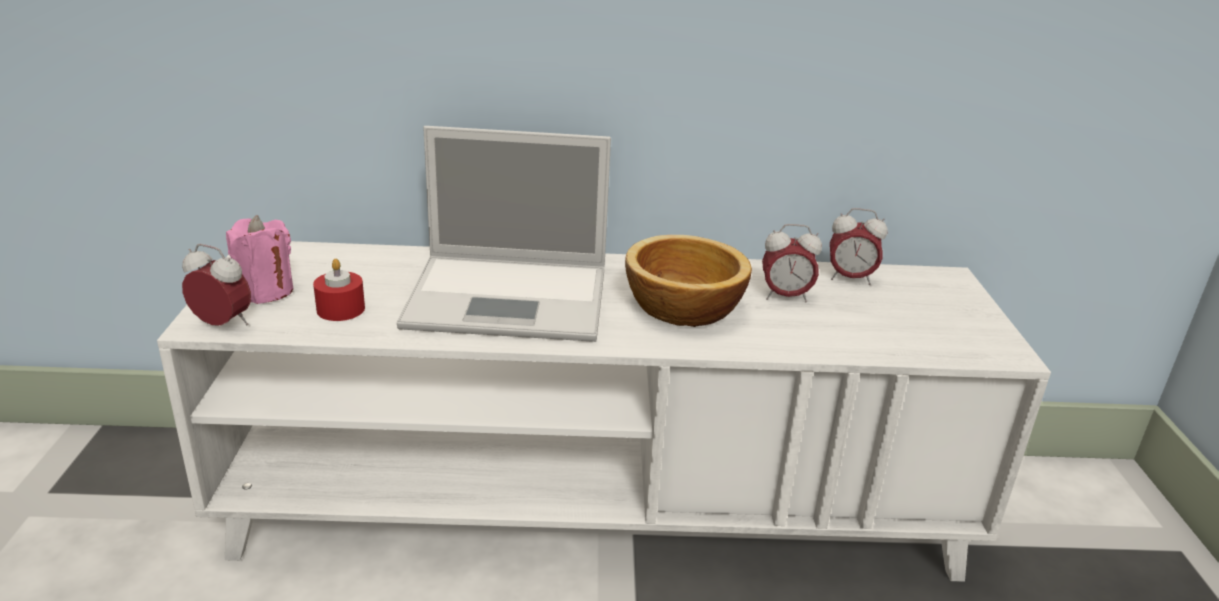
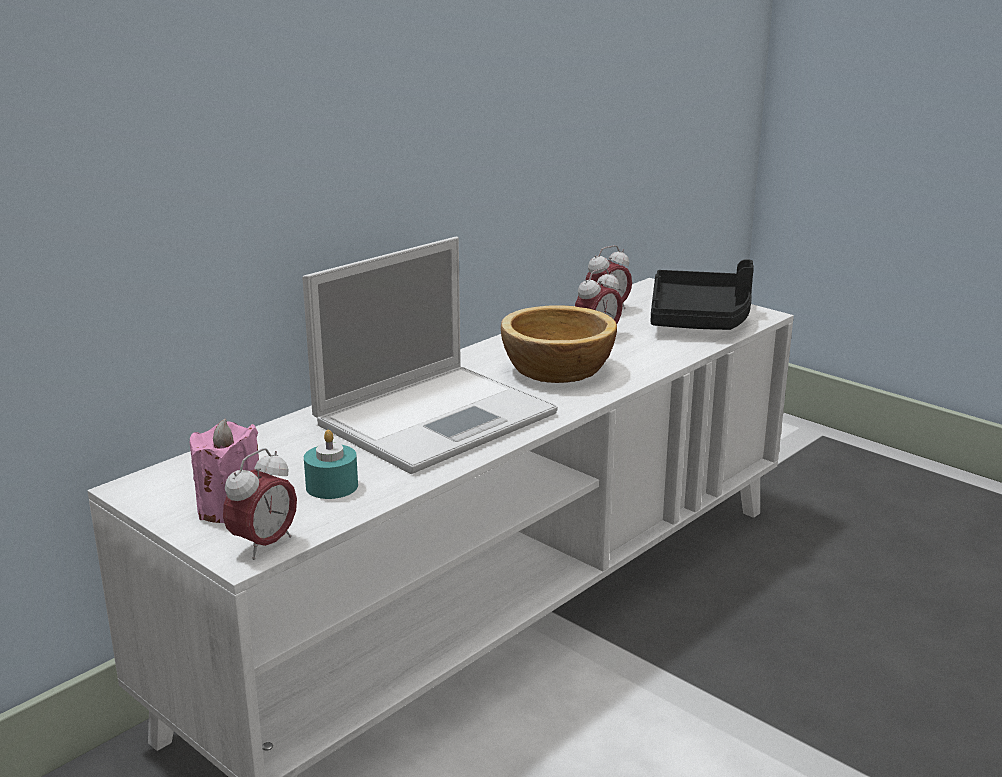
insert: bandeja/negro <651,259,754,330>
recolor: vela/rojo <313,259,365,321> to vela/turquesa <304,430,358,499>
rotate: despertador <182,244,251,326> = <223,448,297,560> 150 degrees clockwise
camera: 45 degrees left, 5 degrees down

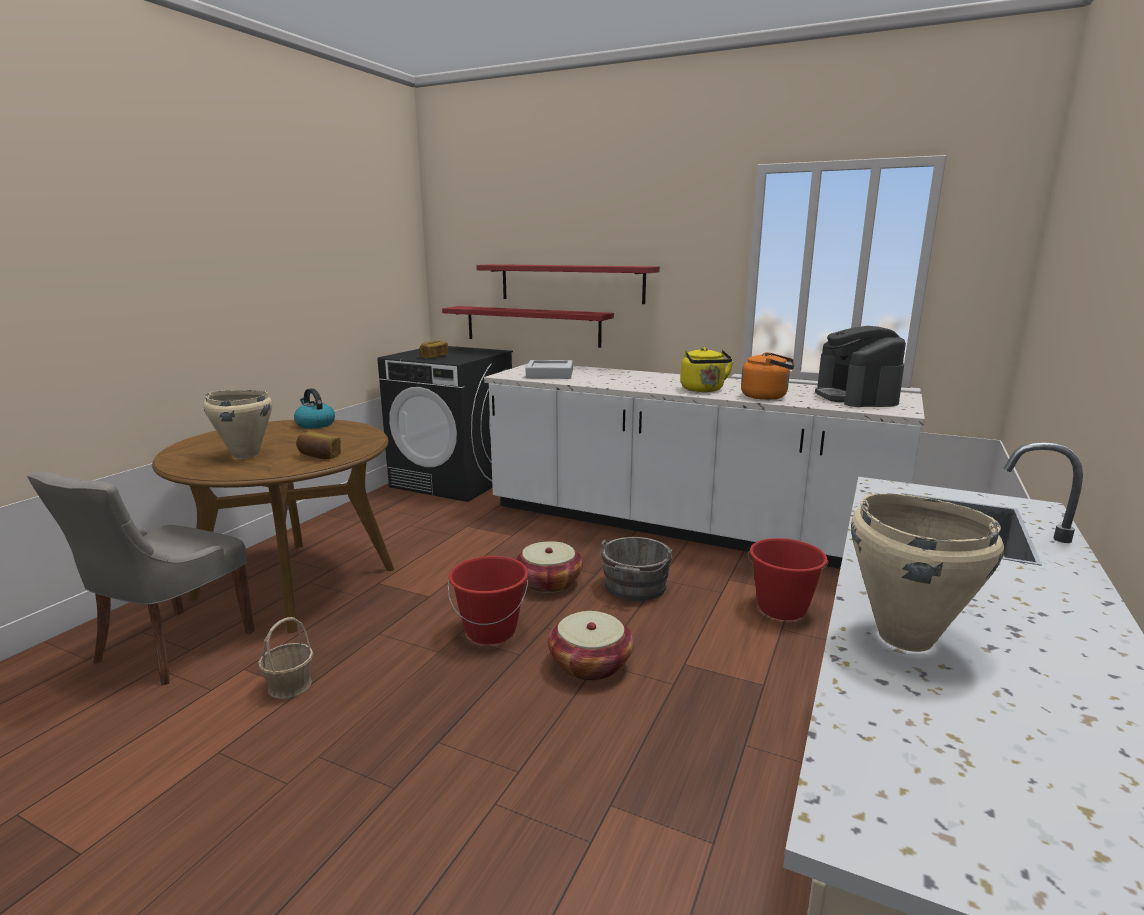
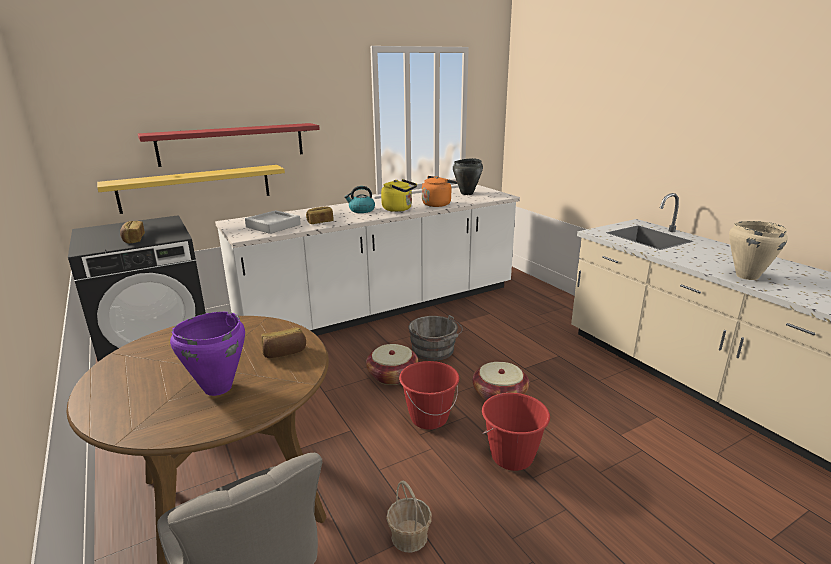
insert: pan <306,207,334,224>
move: hervidor <294,388,335,429> to <344,186,375,213>; cubo/rojo <748,538,829,620> to <482,393,550,471>
replace: cafetera <815,326,906,407> to olla/negro <453,158,483,195>
recolor: olla/beis <203,390,272,459> to olla/morado <170,312,245,396>; estante/rojo <442,306,614,348> to estante/amarillo <97,165,285,214>
camera: 55 degrees left, 5 degrees up

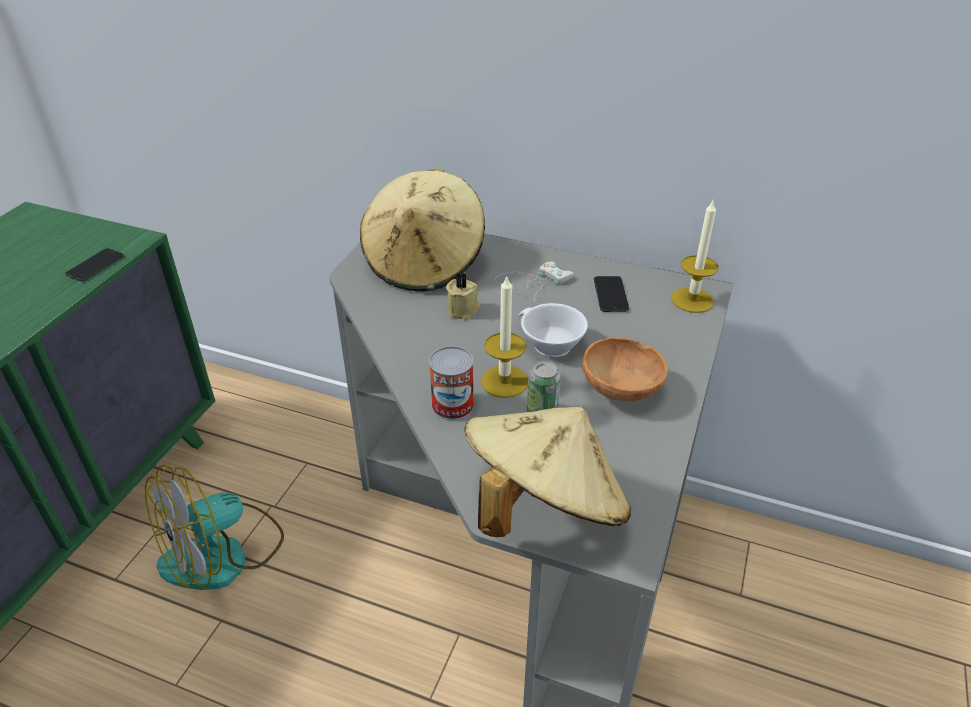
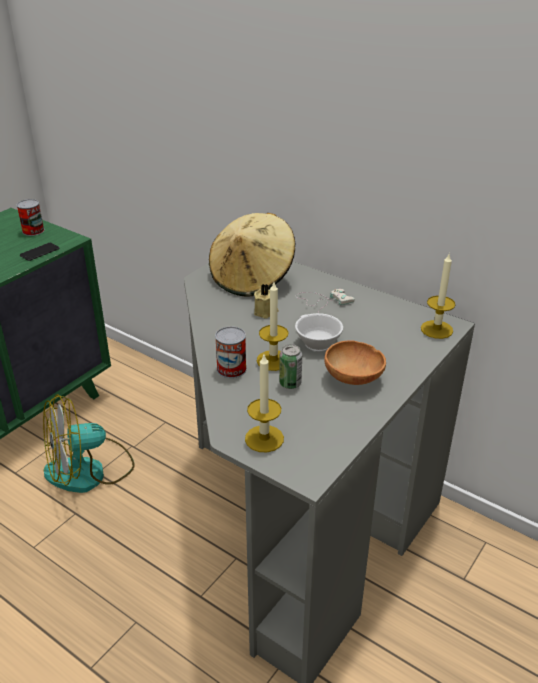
delete: móvil <594,276,629,312>
insert: lata <17,199,45,236>
replace: sombrero/beis <464,406,631,537> to vela <245,355,284,452>
camera: 15 degrees right, 5 degrees down

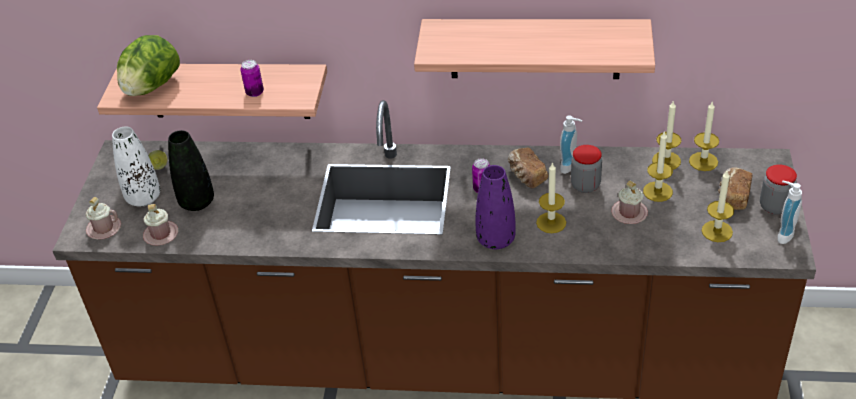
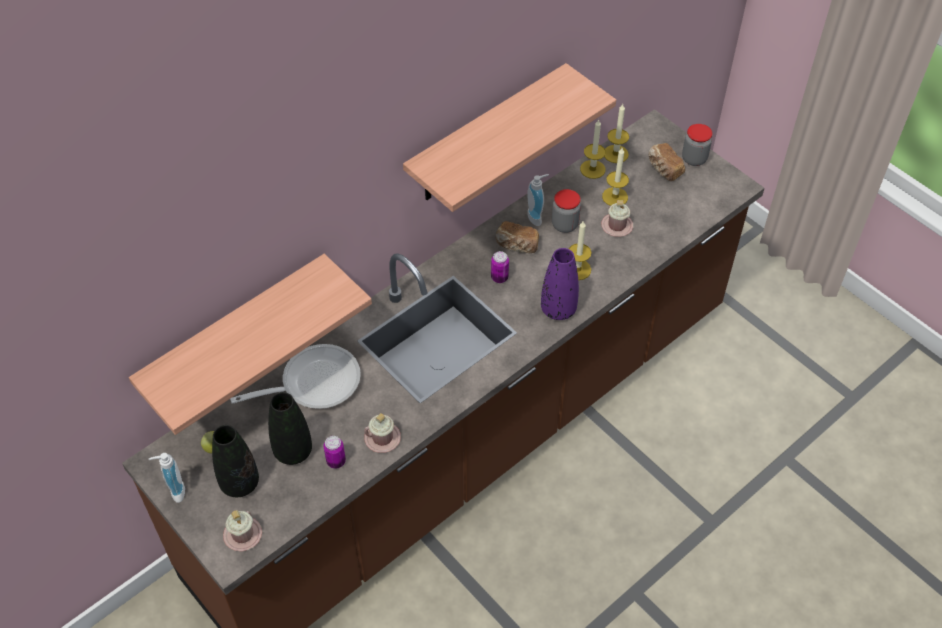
delete: lechuga <117,35,180,96>; vela <702,171,734,242>
insert: sartén <230,344,361,409>
move: taza grande/rosa <143,204,178,246> to <364,413,401,453>; lata <241,60,264,97> to <324,436,346,469>; dispensador de jabón <778,181,802,244> to <149,453,185,503>
recolor: florero/blanco <112,126,160,207> to florero/negro <212,425,259,497>
camera: 50 degrees left, 10 degrees up

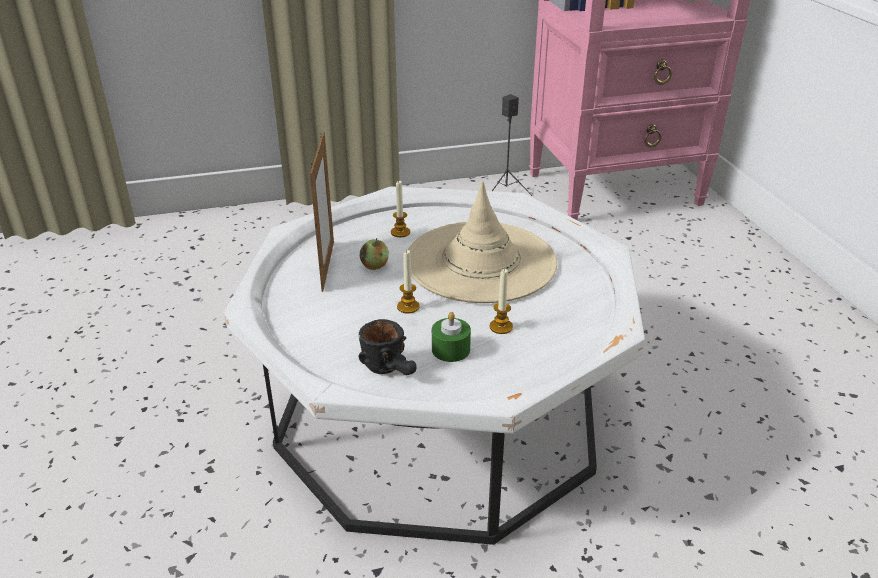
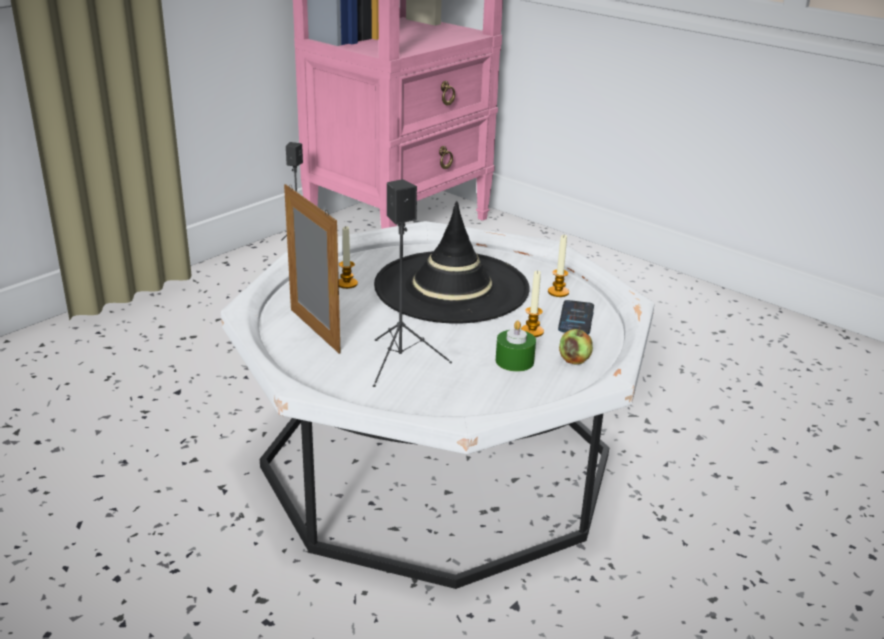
delete: taza grande/negro <359,319,417,375>
insert: altavoz/negro <373,179,452,387>; móvil <558,300,594,335>
move: manzana <360,238,389,270> to <559,327,593,365>; vela <397,250,420,314> to <548,235,569,297>
recolor: sombrero/beis <408,181,557,303> to sombrero/negro <374,201,529,324>
camera: 35 degrees left, 5 degrees down

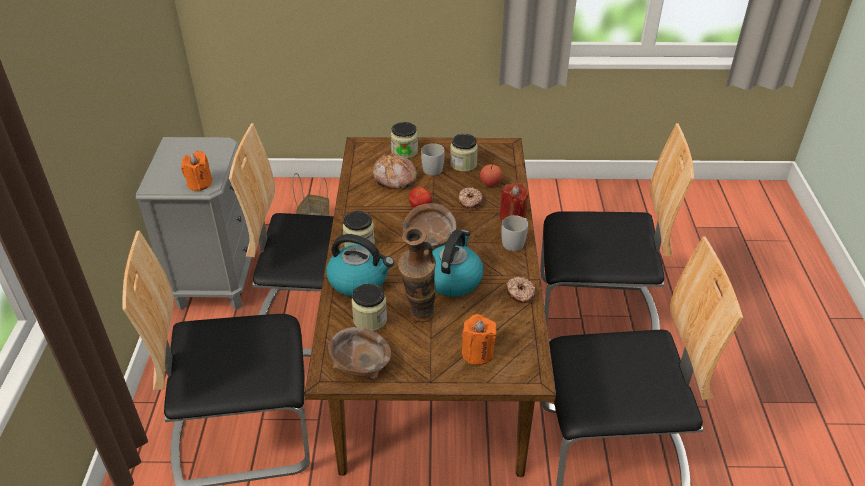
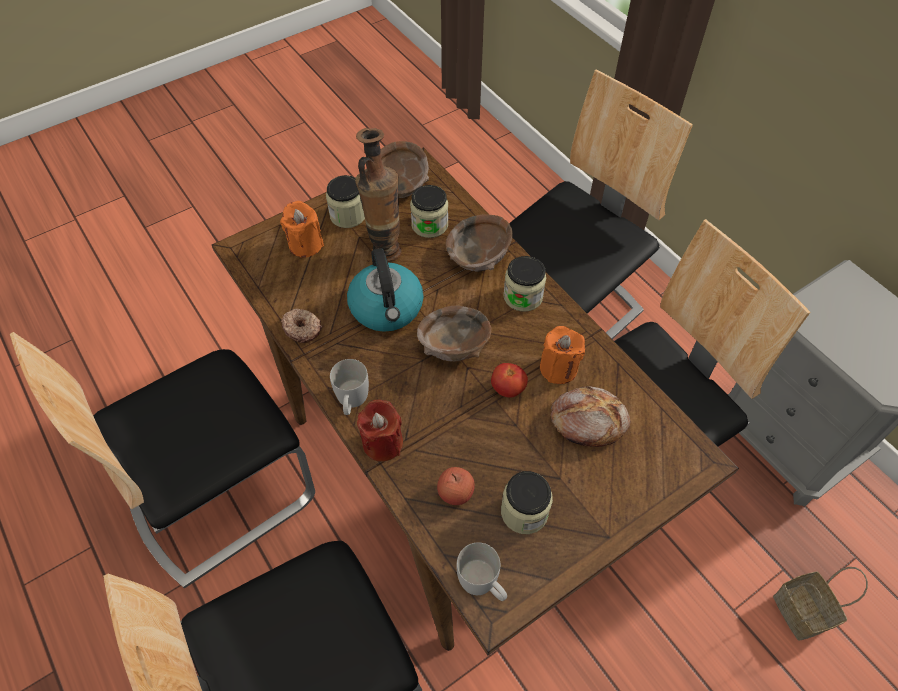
delete: rosquilla <459,187,483,210>
move: vela/naranja <181,151,213,191> to <540,326,585,384>; tarro <391,122,418,159> to <326,175,365,228>; taza grande/blanco <421,143,445,175> to <457,542,507,601>
replace: hervidor <327,234,394,297> to cuenco/marrón <446,215,513,272>
camera: 145 degrees right, 15 degrees up

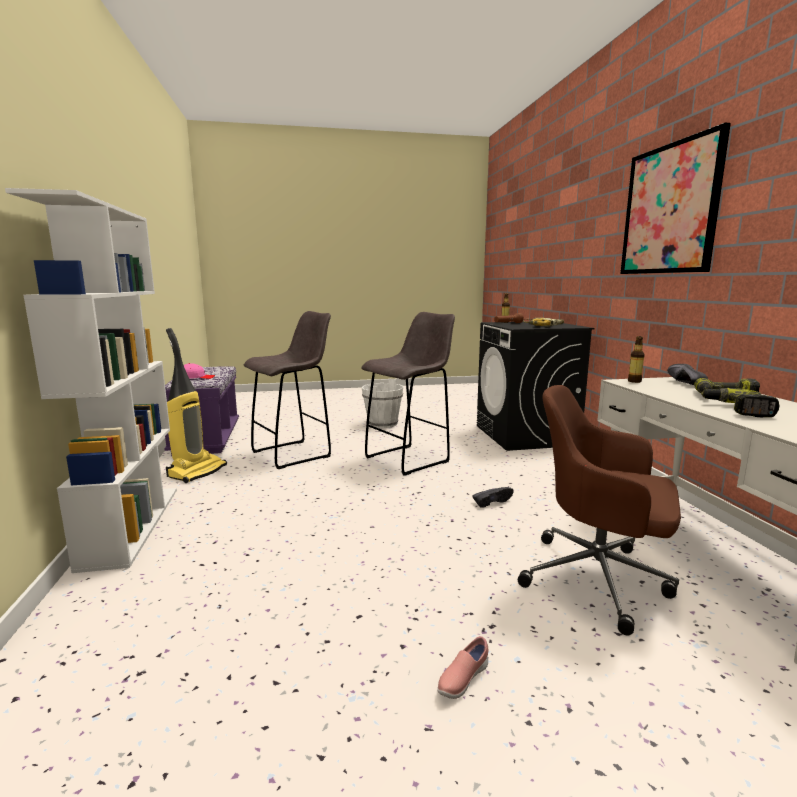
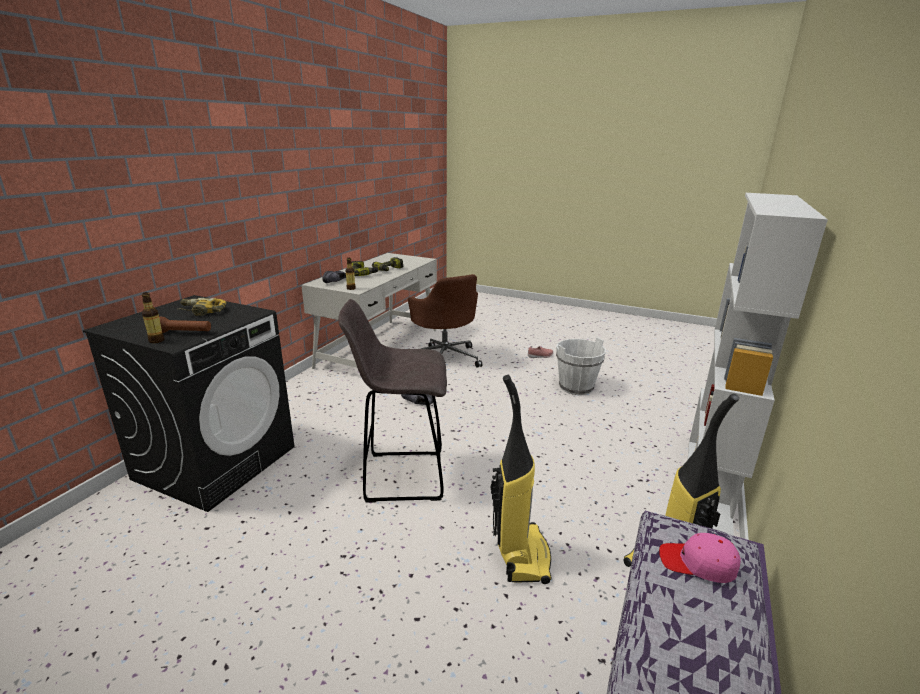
delete: cuadro <620,123,731,274>
move: cubo/blanco <361,378,404,428> to <556,337,606,395>
replace: taburete/gris <243,311,331,469> to aspiradora <490,375,552,584>
camera: 145 degrees left, 10 degrees up

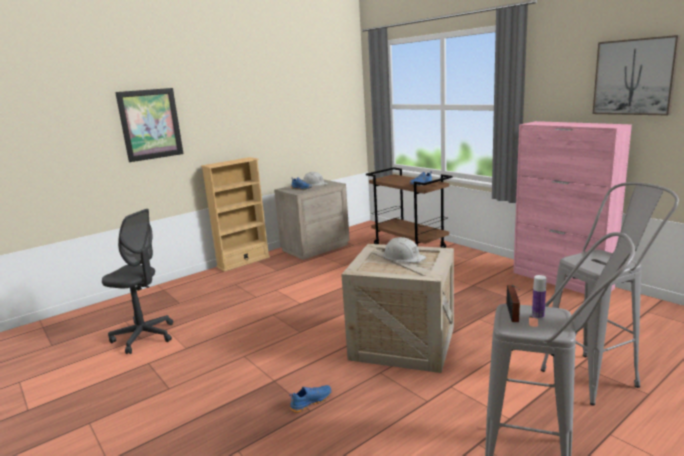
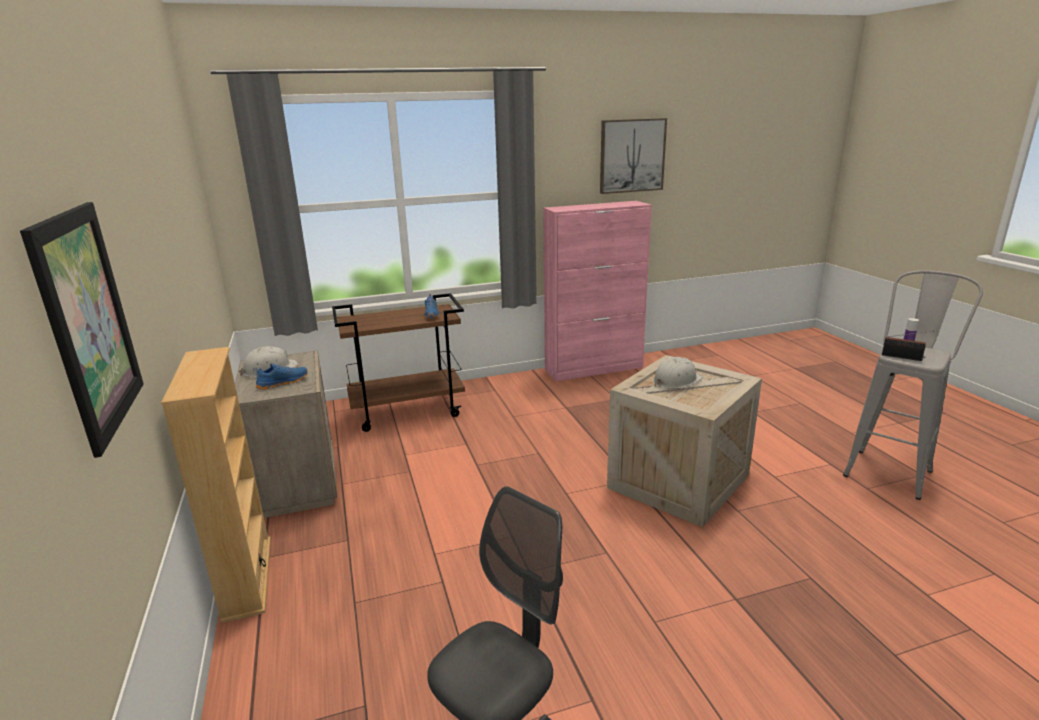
delete: zapato/azul <289,385,332,413>; taburete/gris <541,182,679,406>
camera: 70 degrees left, 5 degrees up

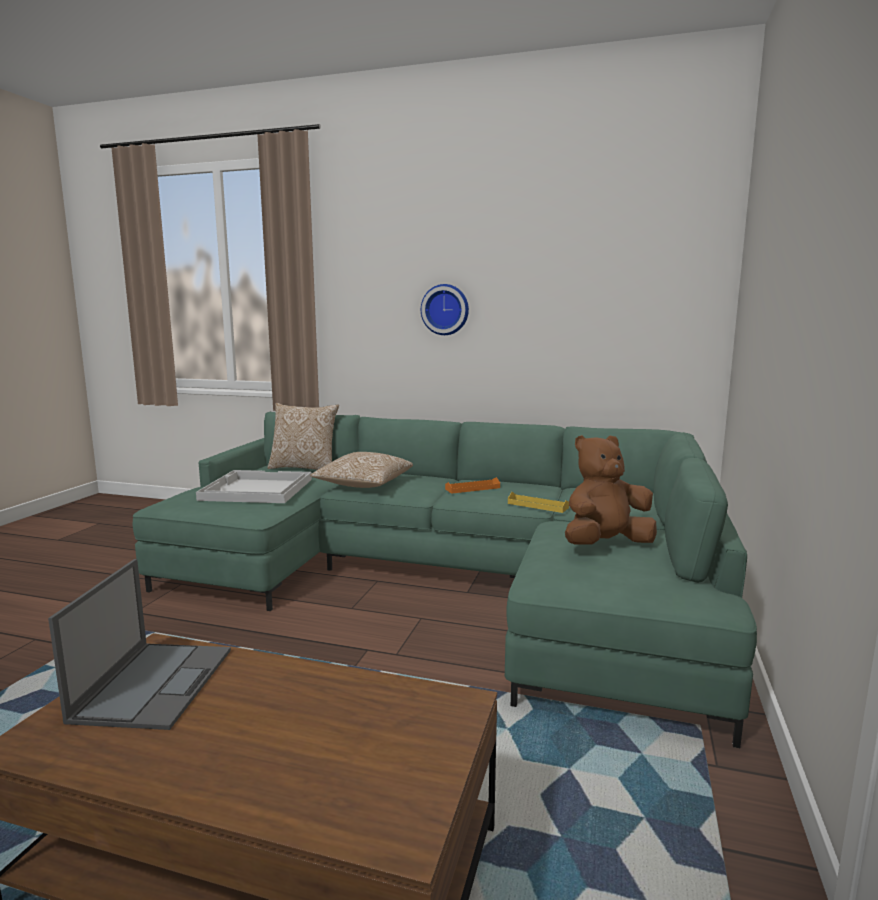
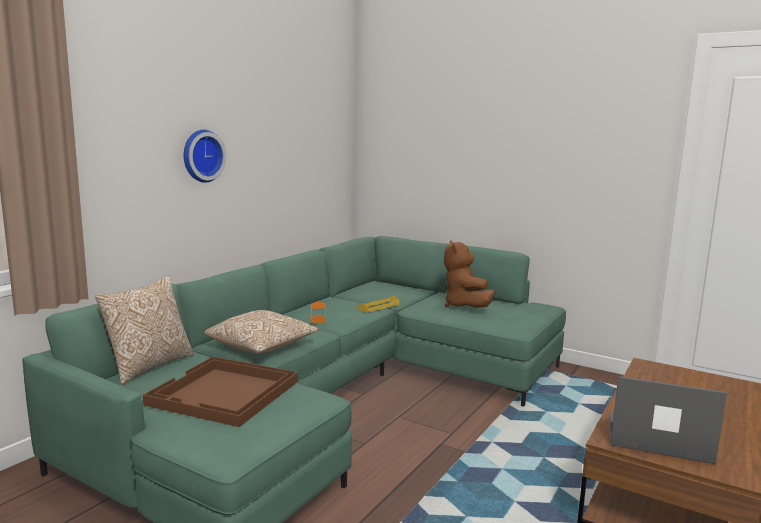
recolor: bandeja/blanco <196,470,312,503> to bandeja/marrón <143,357,298,427>
camera: 75 degrees left, 0 degrees up

